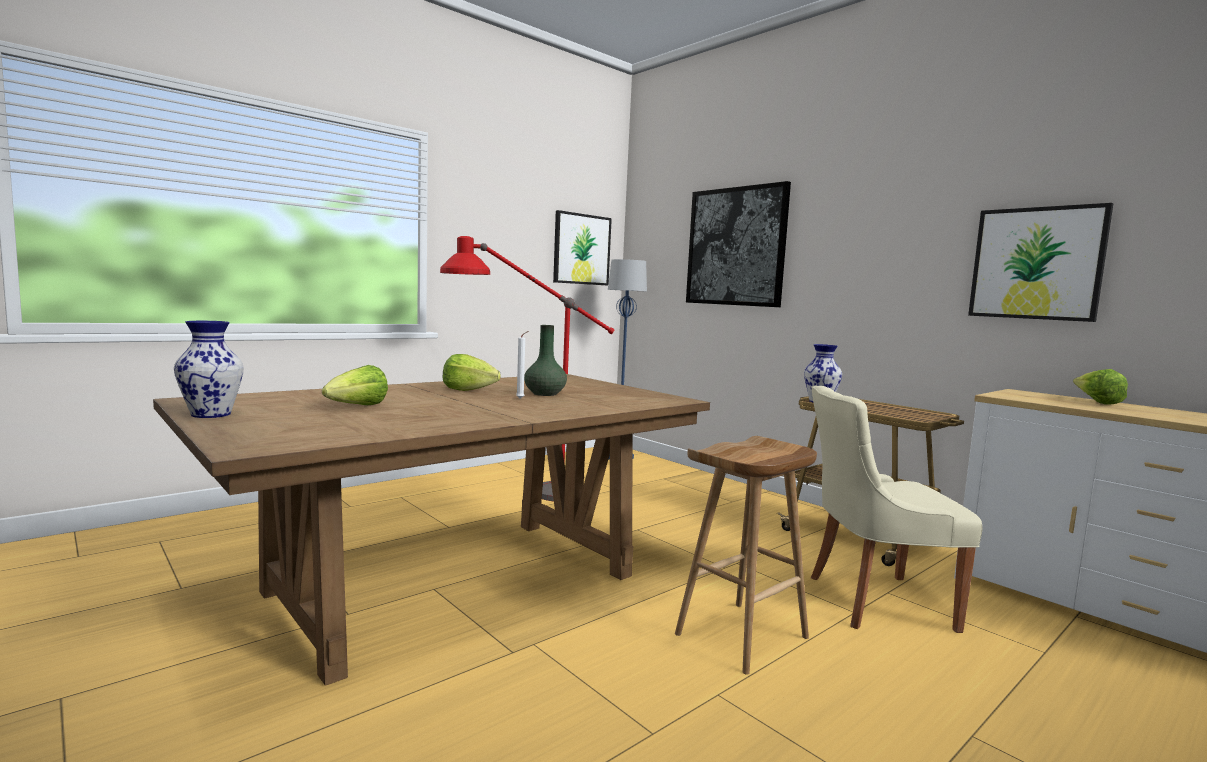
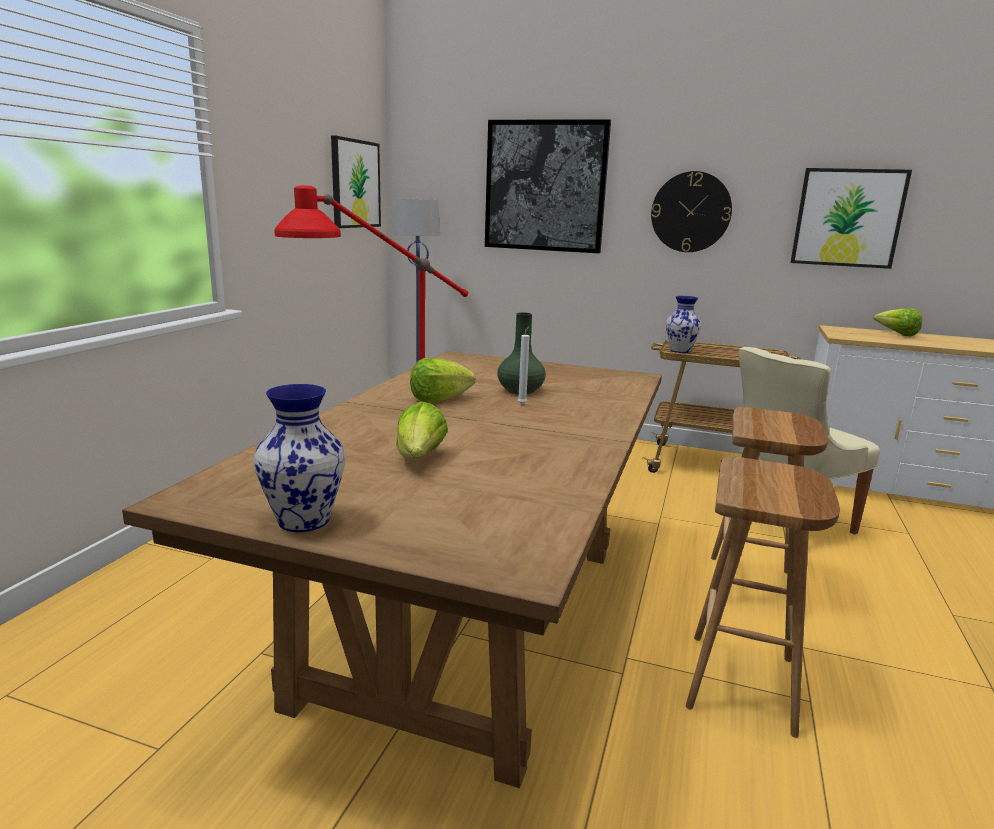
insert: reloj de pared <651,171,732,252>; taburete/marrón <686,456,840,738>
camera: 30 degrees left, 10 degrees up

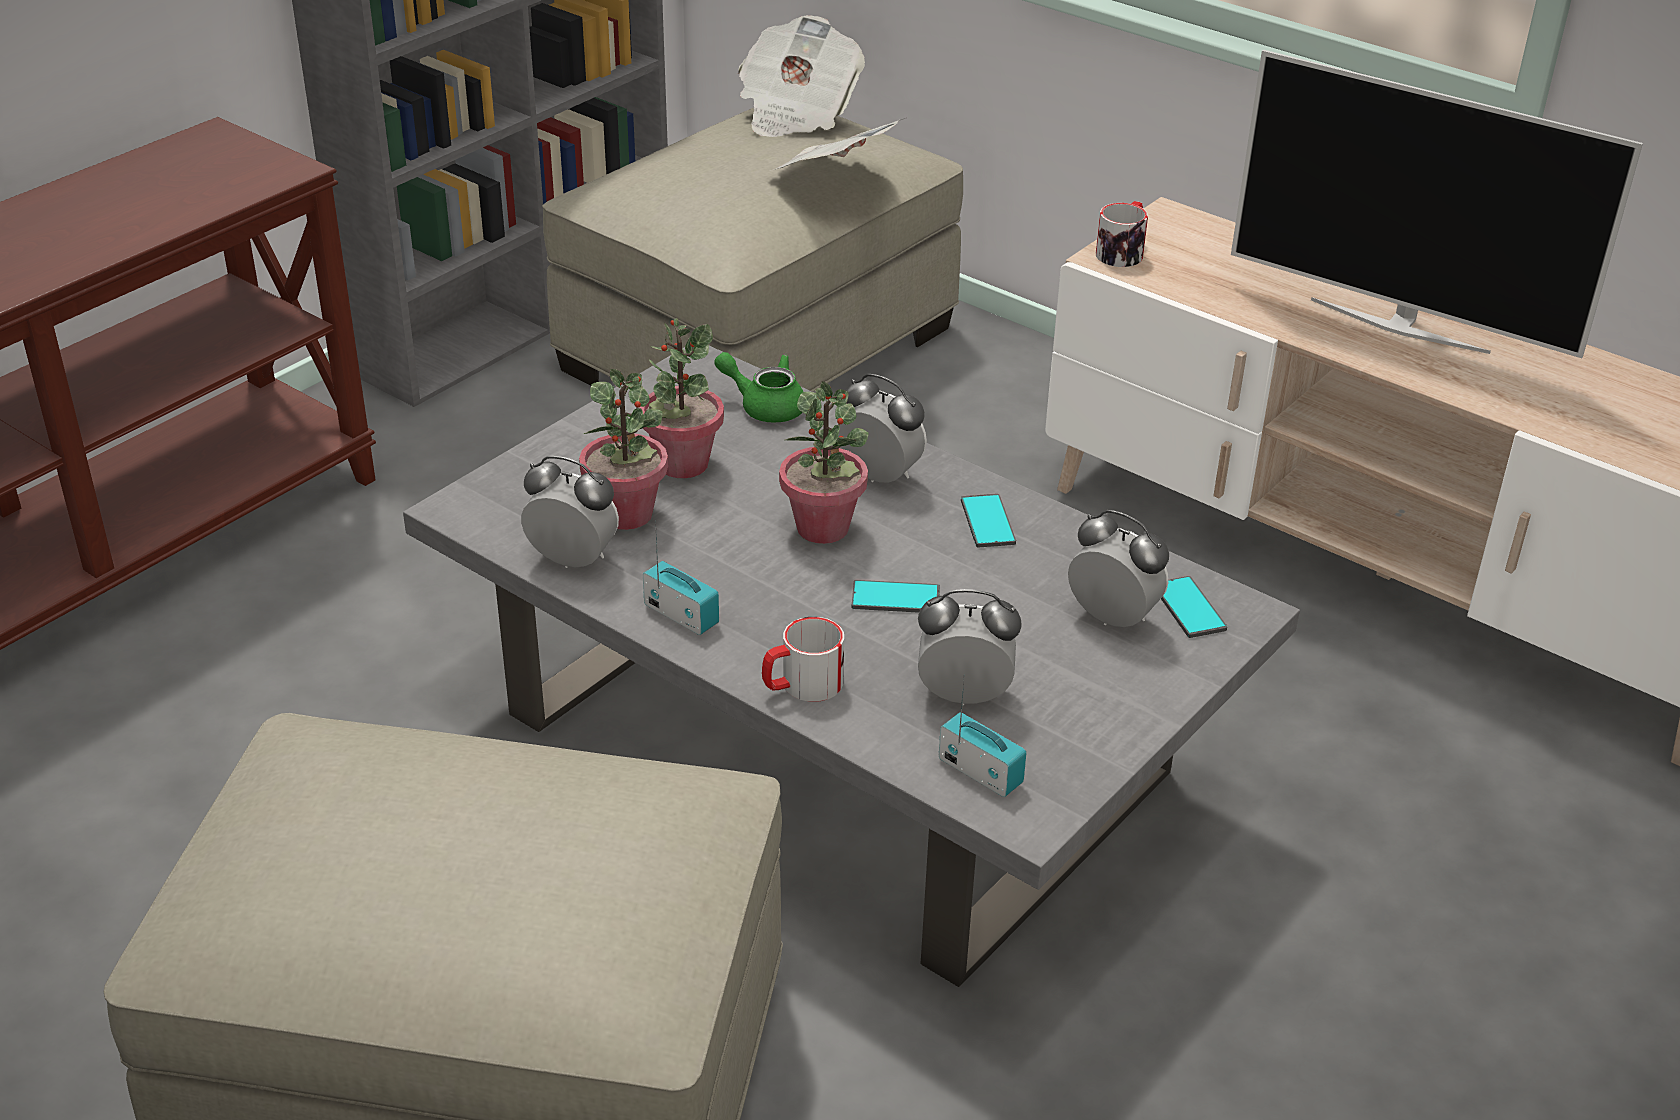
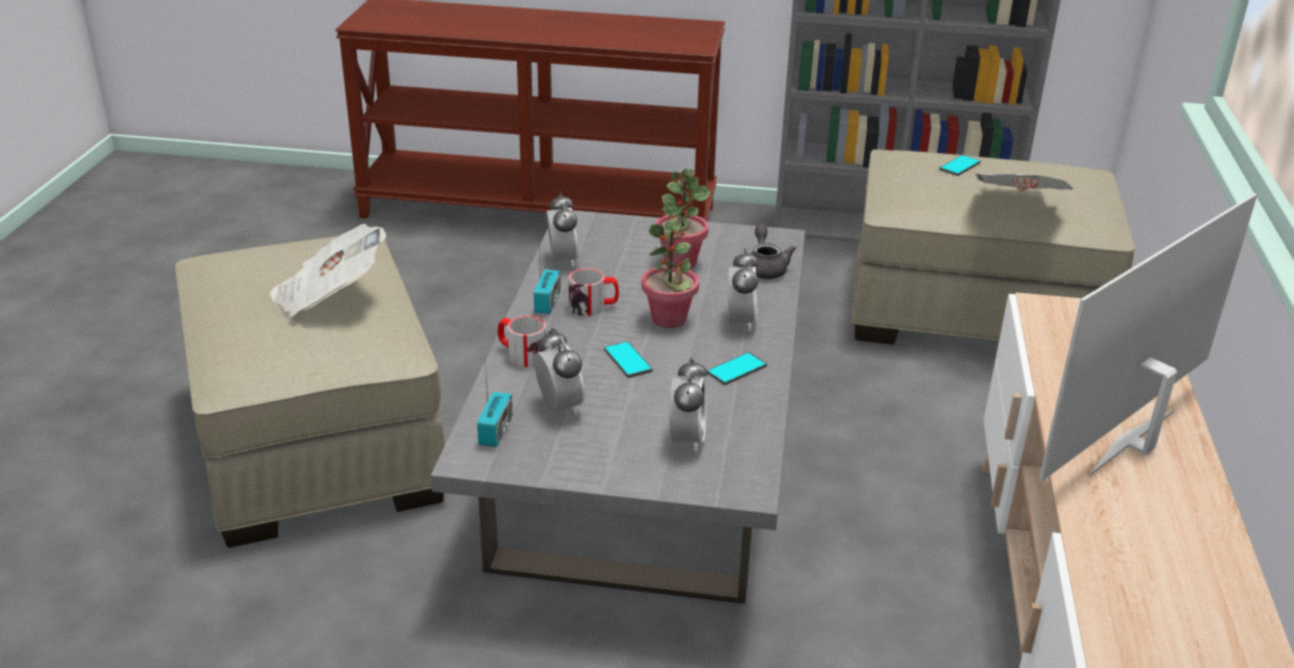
delete: planta en maceta <579,369,668,530>
move: periódico <738,15,865,137> to <270,224,386,317>; taza grande <1096,201,1148,267> to <569,268,619,316>; móvil <1161,576,1227,638> to <939,155,981,176>
recolor: tetera/verde <714,352,803,422> to tetera/gris <751,225,796,279>
rotate: televisor <1231,50,1643,358> = <1039,193,1257,482> 45 degrees clockwise
camera: 60 degrees right, 5 degrees down

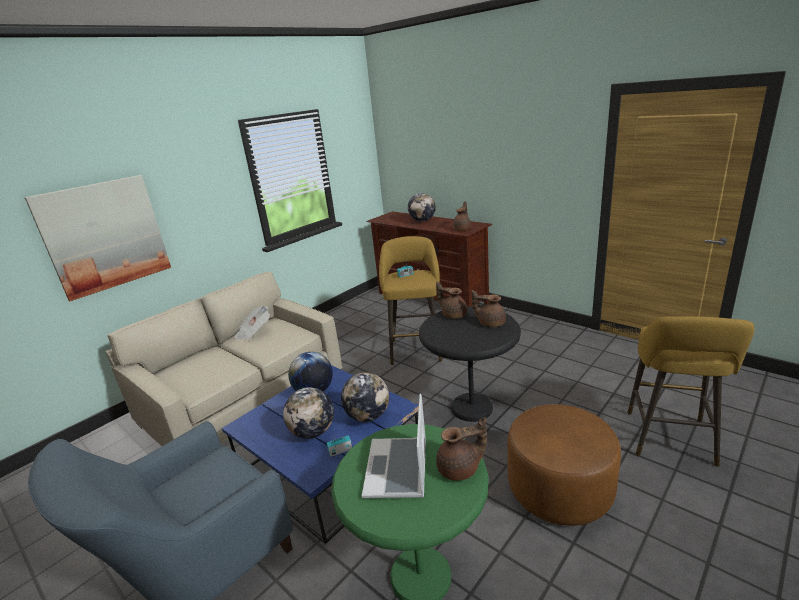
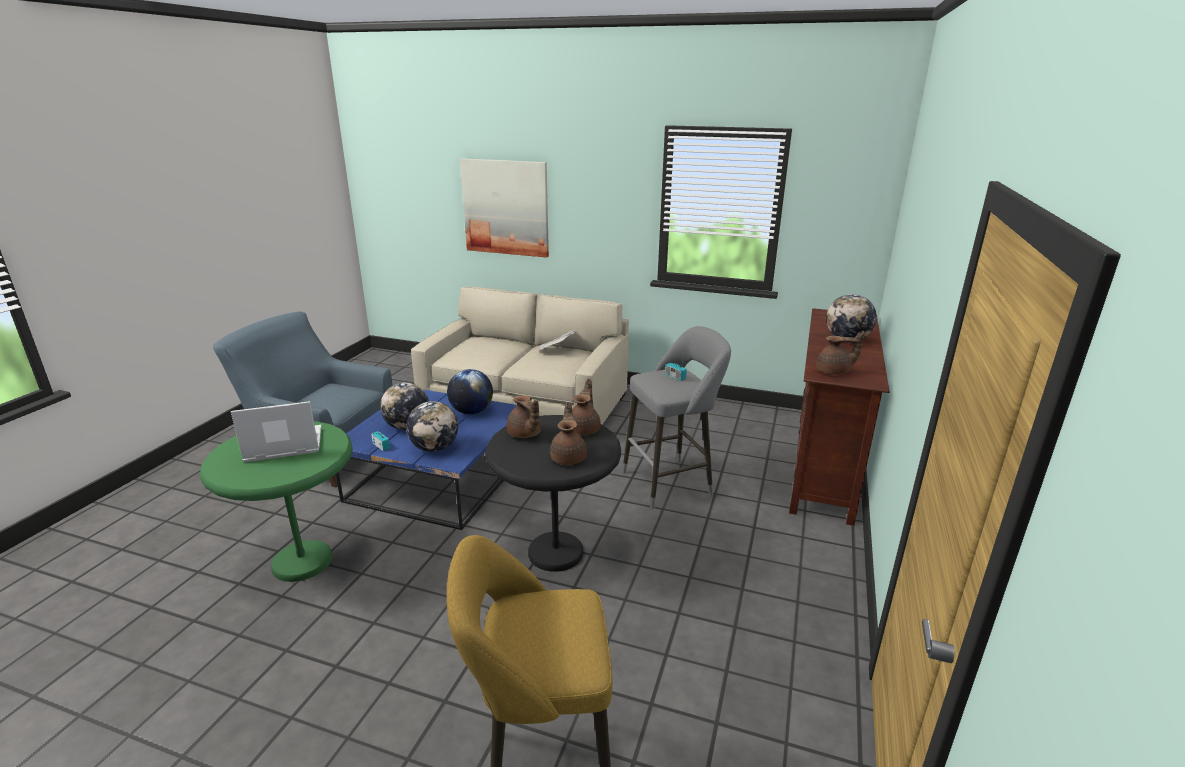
delete: puf/marrón <508,404,621,526>
move: tetera/marrón <436,417,487,481> to <506,395,541,438>
recolor: taburete/amarillo <379,236,442,365> to taburete/gris <622,326,731,509>
camera: 65 degrees right, 0 degrees up

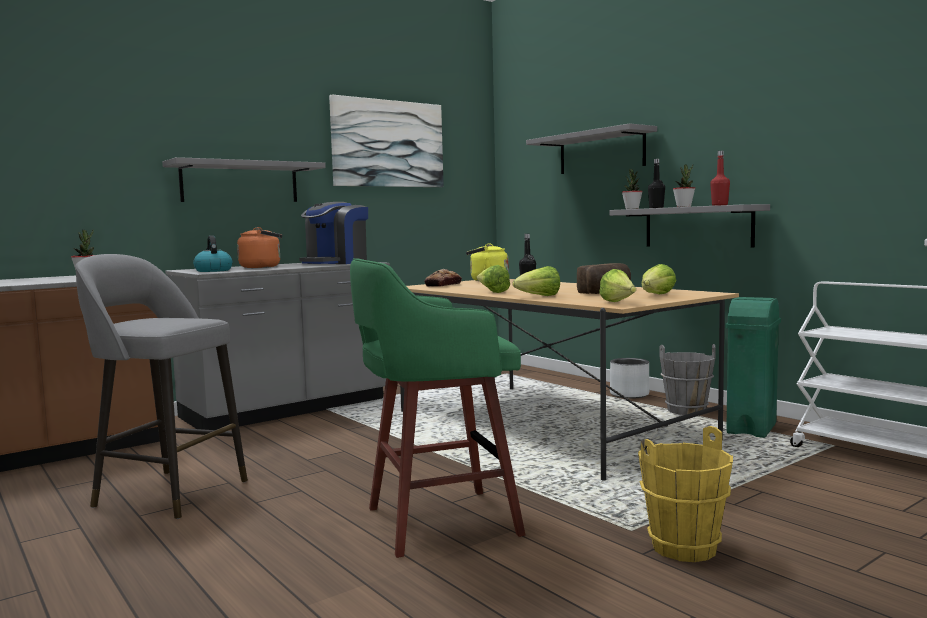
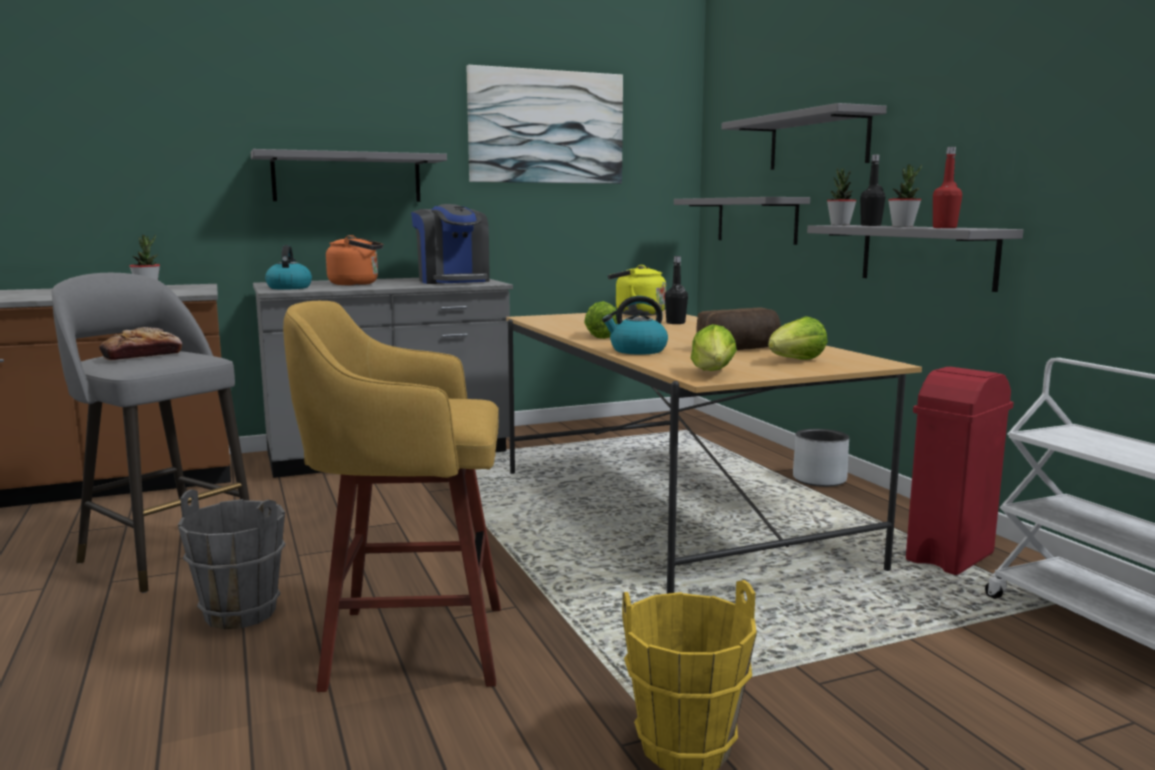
insert: estante/gris <674,197,810,245>
move: pan <424,269,462,287> to <99,327,182,360>; cubo/gris <660,344,716,415> to <178,489,286,629>
replace: lechuga <512,266,560,296> to hervidor <602,296,668,355>
recolor: taburete/verde <350,258,525,558> to taburete/amarillo <283,301,501,692>; papelera/verde <725,297,781,438> to papelera/rojo <906,367,1014,575>
rotate: cafetera <299,202,368,264> = <411,204,490,284> 75 degrees counterclockwise
camera: 15 degrees right, 5 degrees up

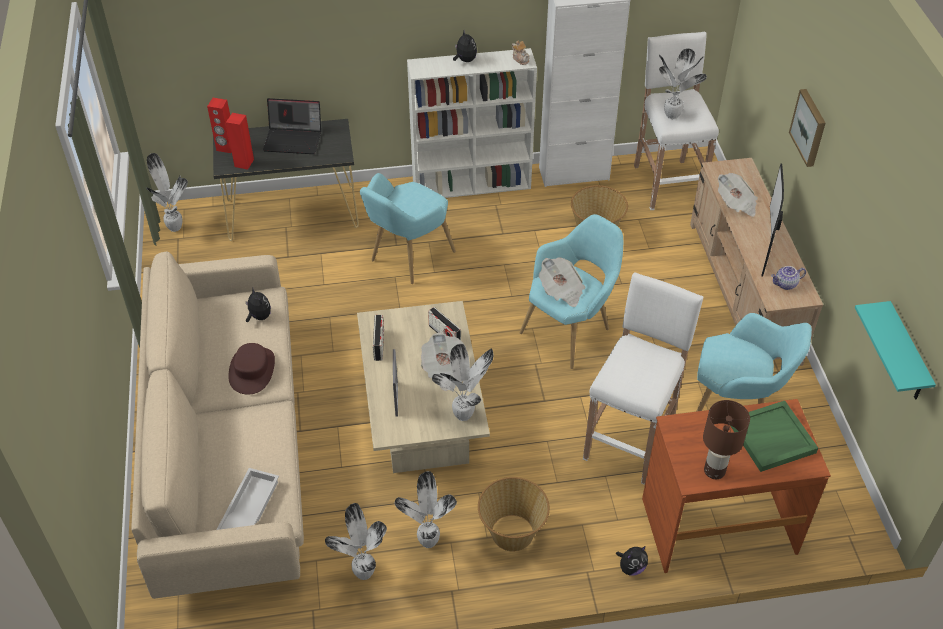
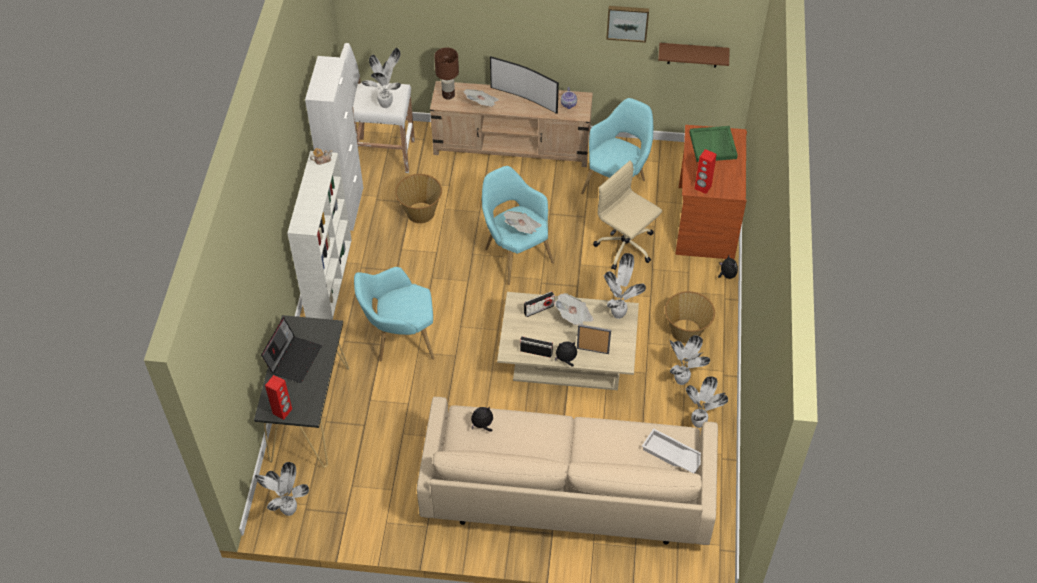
delete: sombrero/marrón <228,343,275,394>
move: altavoz/rojo <226,113,254,170> to <695,149,717,194>; peluche <453,30,477,62> to <555,341,577,367>; lámpara de mesa/marrón <703,400,750,479> to <434,47,459,100>; cuadro <789,89,826,167> to <606,6,649,43>
replace: taburete/blanco <583,272,703,485> to silla de oficina/beis <593,161,662,270>
recolor: estante/turquesa <855,301,936,399> to estante/marrón <658,43,730,68>
rotate: sillón/turquesa <360,173,456,284> = <354,267,434,361> 120 degrees clockwise
camera: 75 degrees left, 5 degrees up

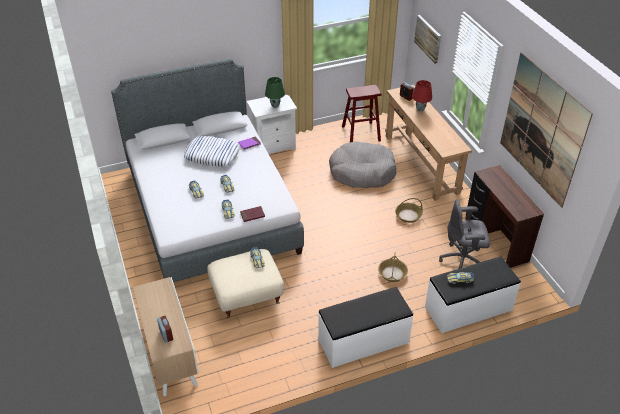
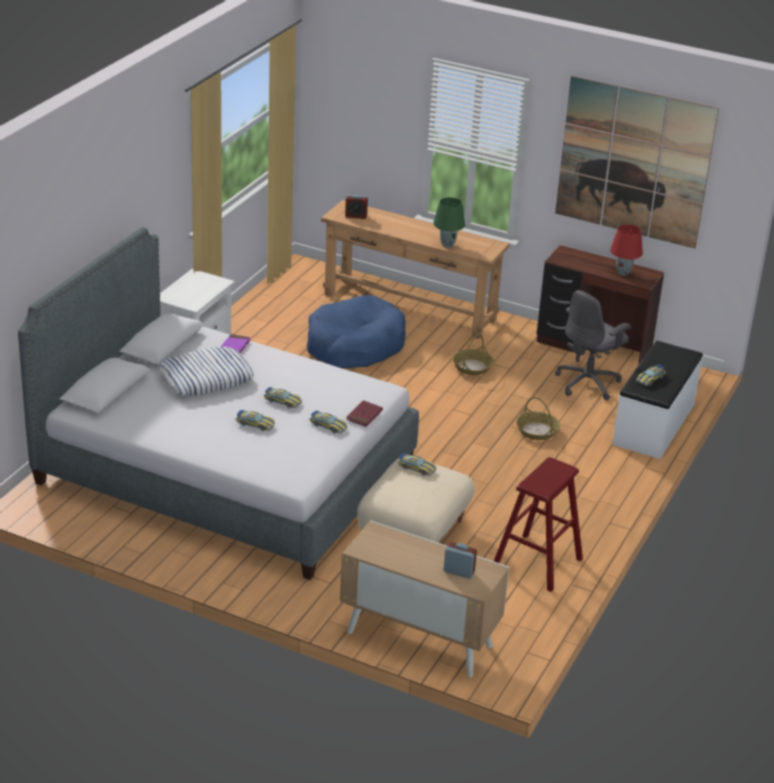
delete: banco/blanco <318,287,414,368>; cuadro <414,15,441,64>
move: lámpara de mesa/verde <265,77,285,108> to <433,197,465,248>; taburete/rojo <342,85,381,142> to <494,457,583,592>; lámpara de mesa/rojo <412,80,432,112> to <610,224,643,276>
recolor: cama para perro/gris <329,141,396,188> to cama para perro/azul <307,295,406,369>
camera: 45 degrees left, 10 degrees down

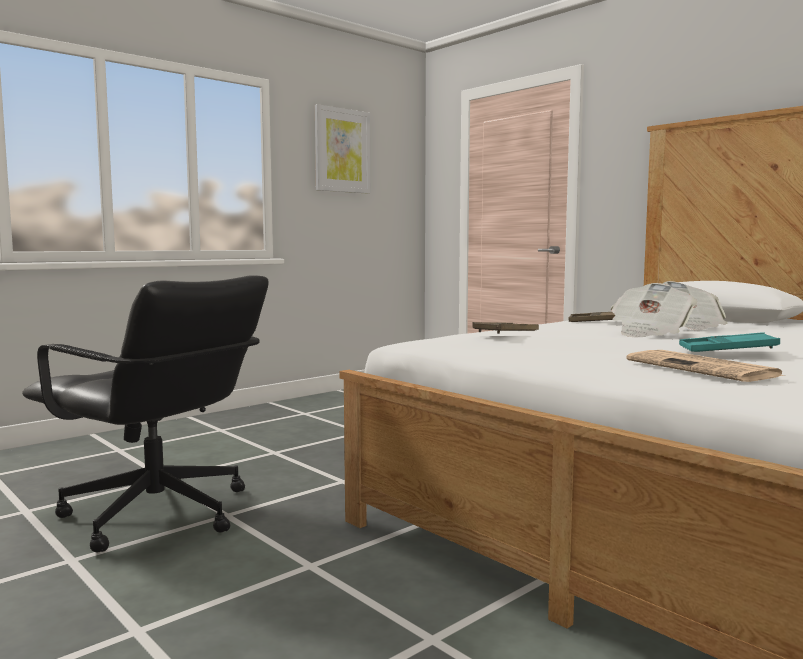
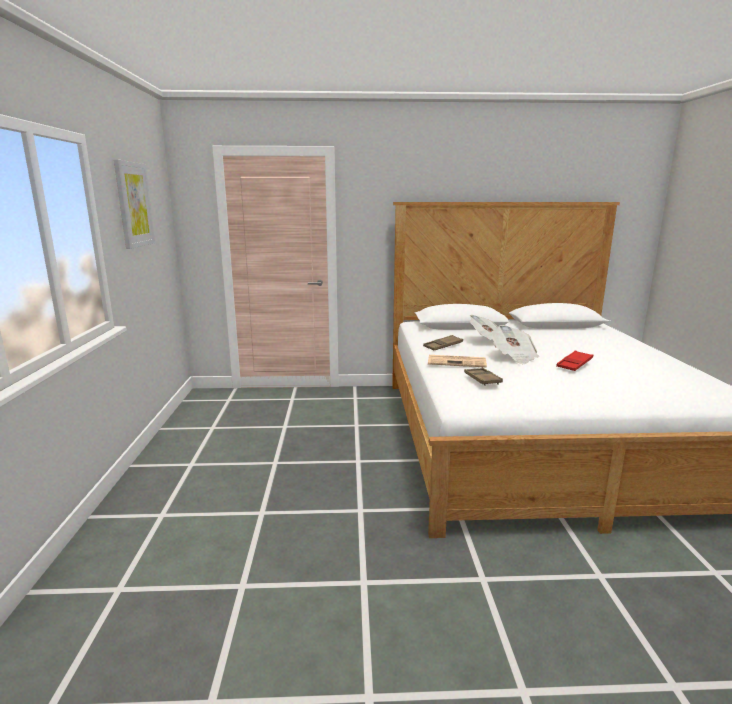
delete: silla de oficina/negro <22,275,269,552>
move: periódico <626,350,785,382> to <428,355,487,368>
recolor: bandeja/turquesa <679,332,780,352> to bandeja/rojo <556,350,593,371>
camera: 50 degrees left, 10 degrees up

